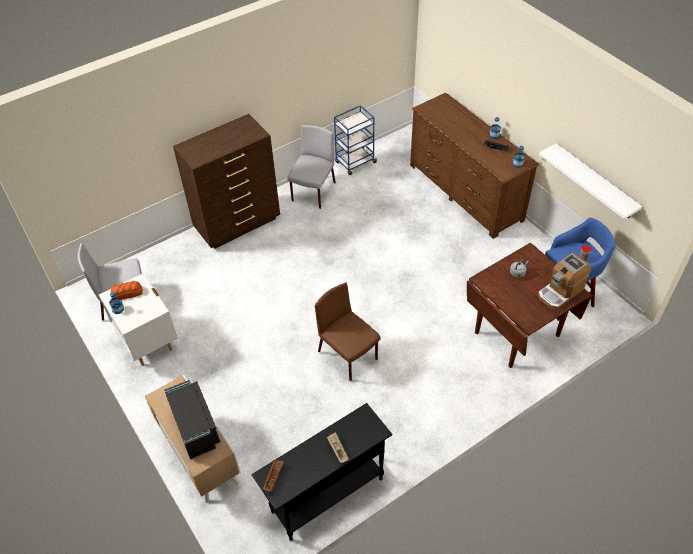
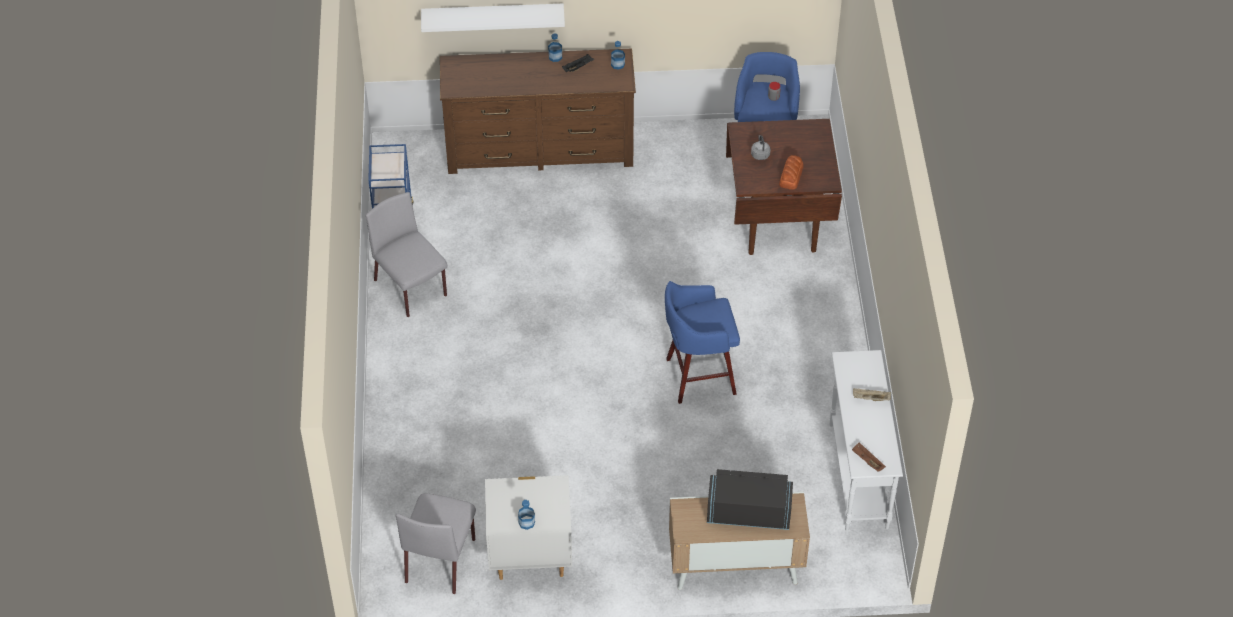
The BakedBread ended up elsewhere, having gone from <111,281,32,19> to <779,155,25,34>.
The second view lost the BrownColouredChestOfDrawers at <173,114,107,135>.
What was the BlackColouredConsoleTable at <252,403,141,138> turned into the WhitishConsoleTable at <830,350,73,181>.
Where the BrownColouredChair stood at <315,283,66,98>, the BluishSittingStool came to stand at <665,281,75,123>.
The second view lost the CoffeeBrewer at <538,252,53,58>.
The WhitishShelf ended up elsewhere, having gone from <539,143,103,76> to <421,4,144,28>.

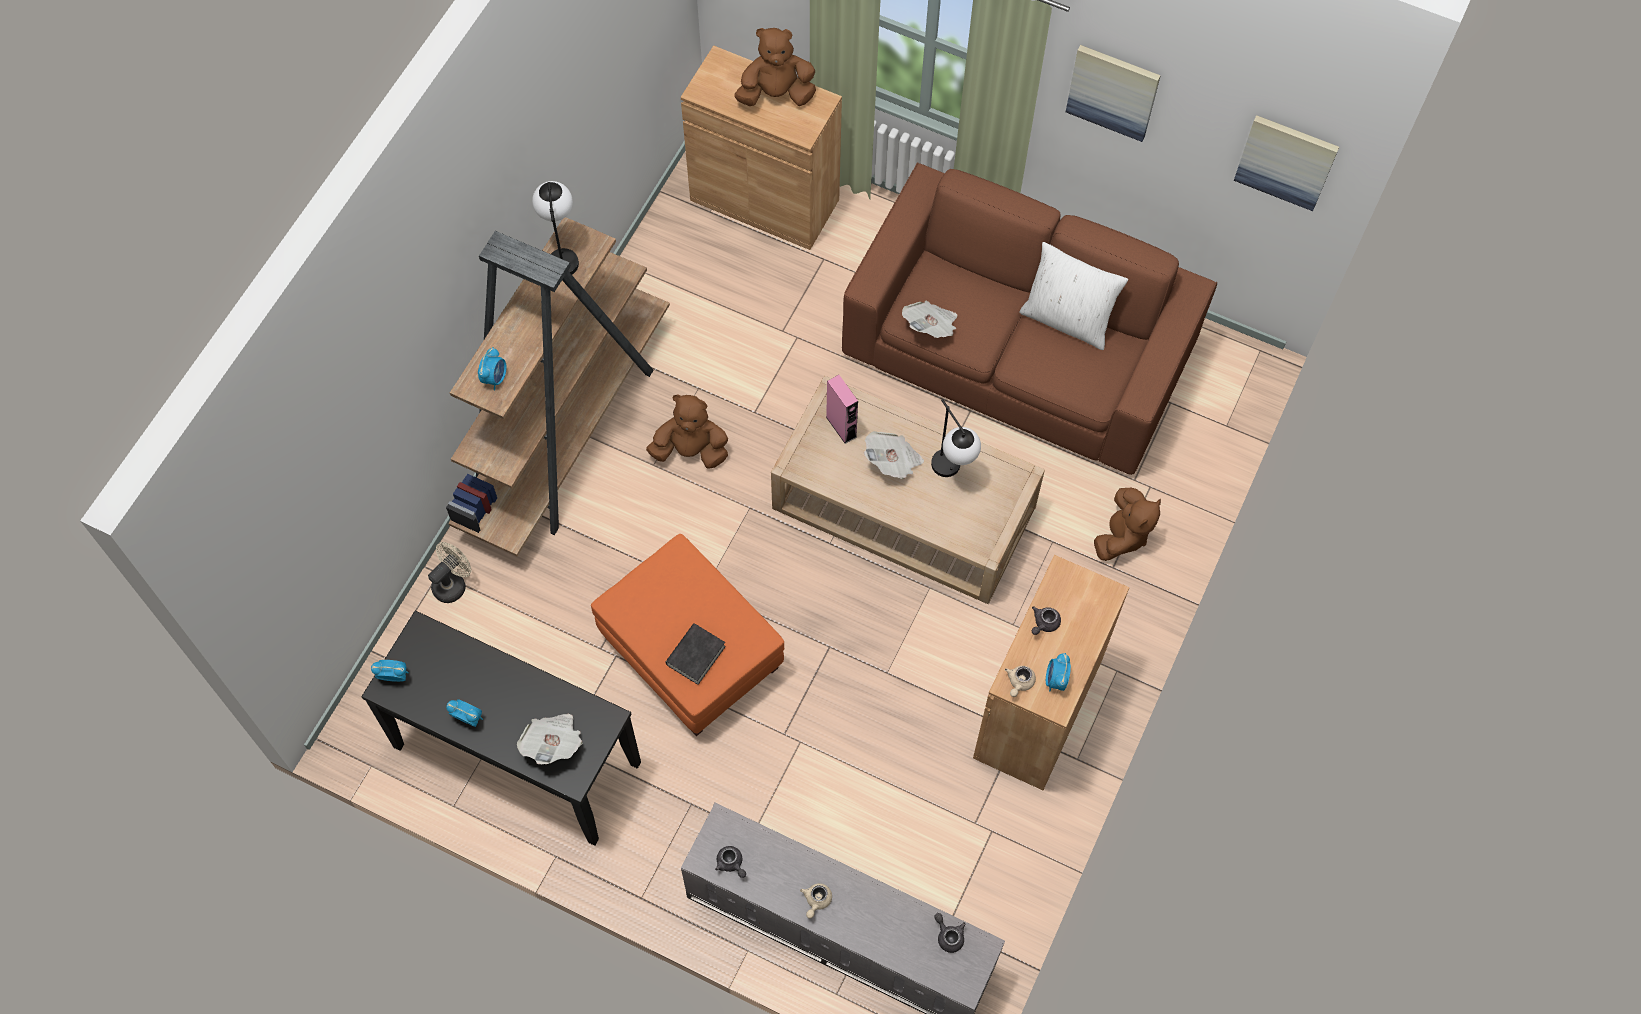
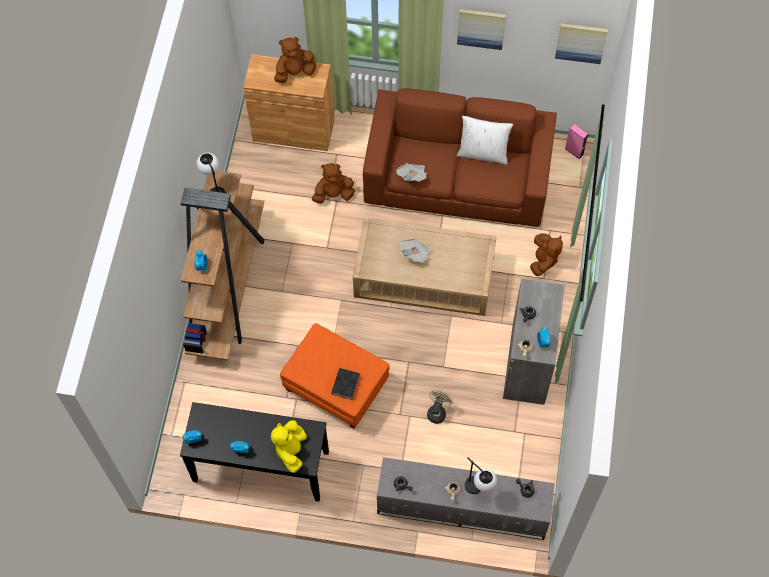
The BeigeColouredCoolingFan ended up elsewhere, having gone from <428,542,43,61> to <427,390,26,34>.
Where the PrintedPaper stood at <517,714,66,50>, the YellowPlushToy came to stand at <271,420,36,53>.
The BrownColouredPlushToy ended up elsewhere, having gone from <646,395,82,74> to <312,163,43,41>.
The PinkAudioSpeaker ended up elsewhere, having gone from <826,375,32,69> to <565,124,23,35>.
The LampForATable ended up elsewhere, having gone from <931,399,50,78> to <465,458,32,36>.
What was the BrownColouredCabinet at <973,555,156,235> turned into the GreyCabinet at <503,279,62,126>.

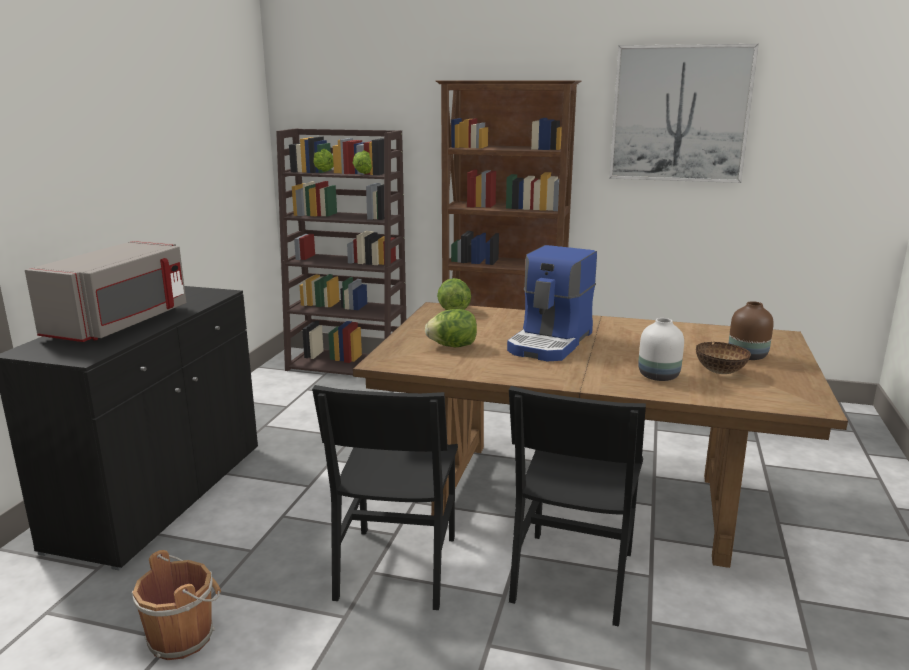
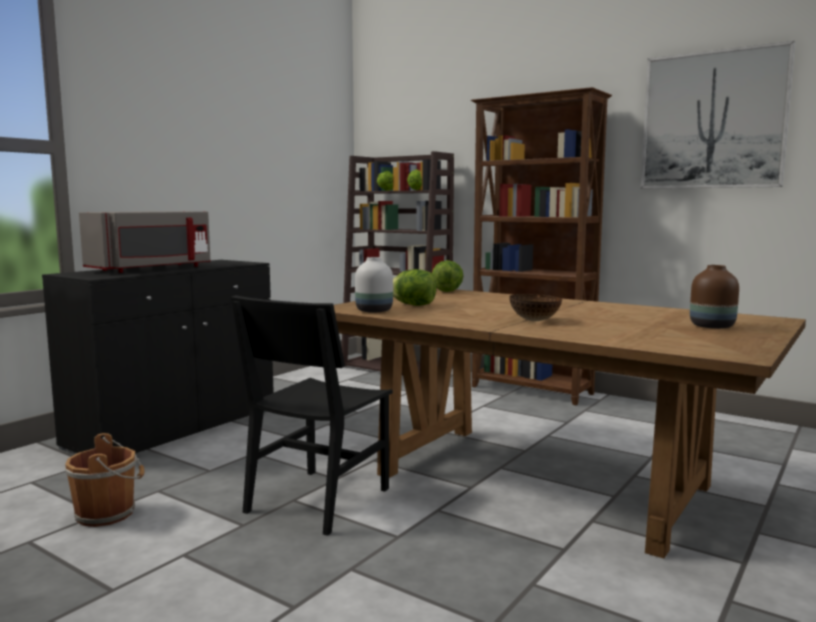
The second view lost the CoffeeBrewer at <507,245,90,116>.
The second view lost the BlackColouredChair at <509,386,137,241>.
The WhitishFlowerVase ended up elsewhere, having gone from <638,318,46,63> to <355,257,38,55>.
The ServingBowl ended up elsewhere, having gone from <696,342,55,32> to <509,294,53,27>.

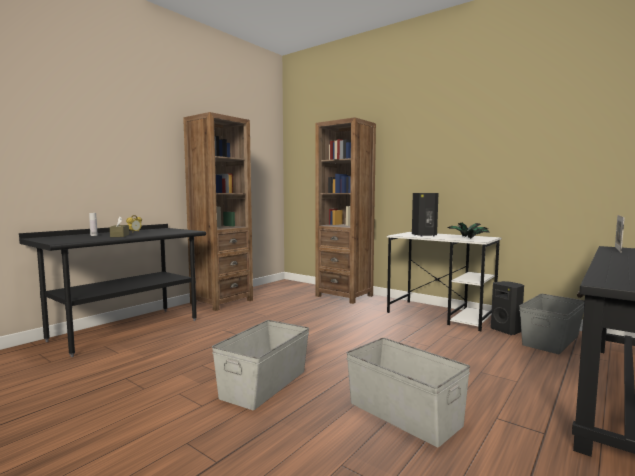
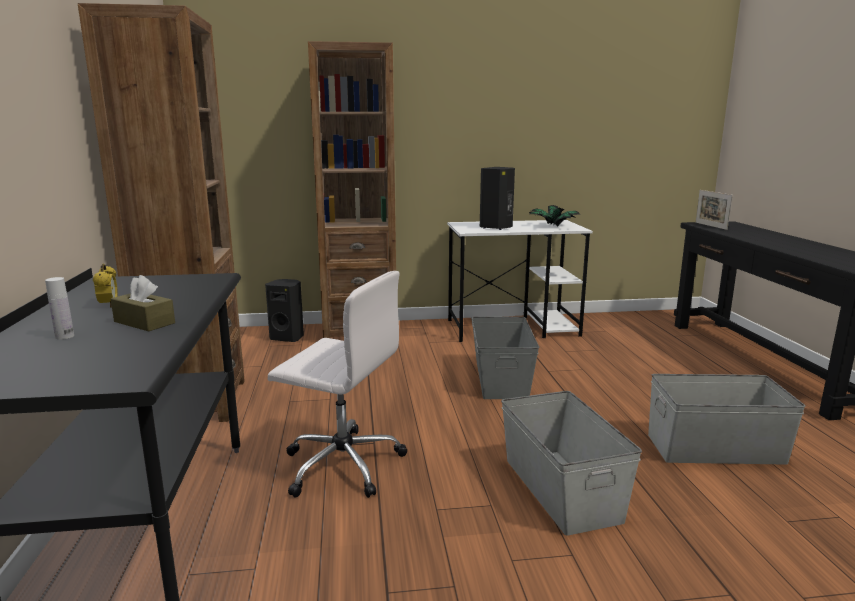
The BlackColouredAudioSpeaker ended up elsewhere, having gone from <491,281,33,54> to <265,279,39,63>.
The GreyStorageContainer ended up elsewhere, having gone from <519,294,66,60> to <471,316,68,83>.
The second view gained the WhitishOfficeChair at <268,271,139,227>.

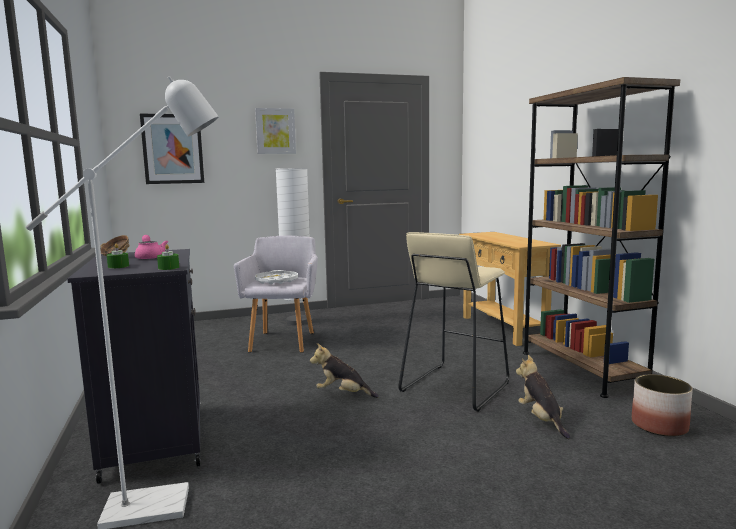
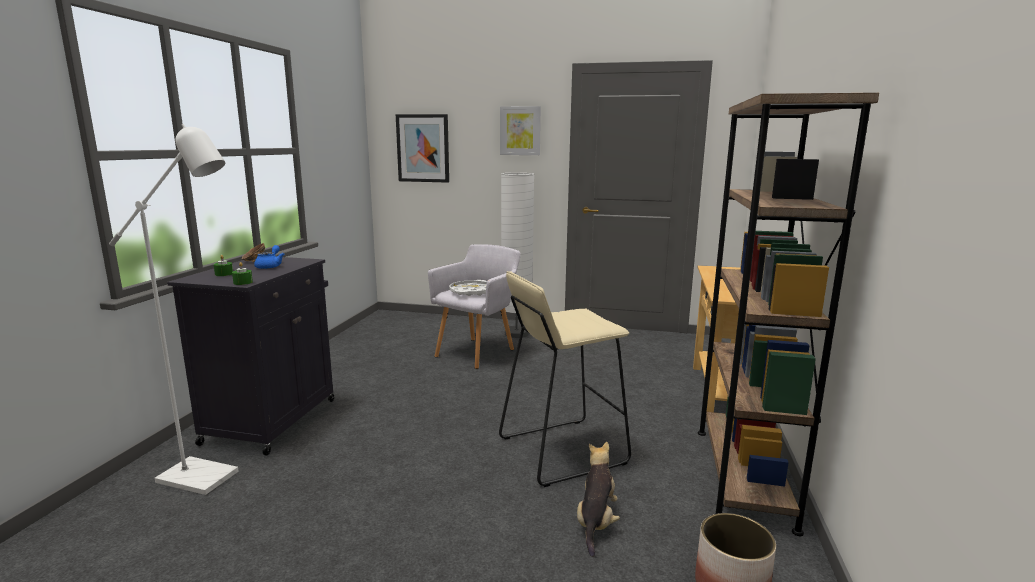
What was the PinkTeaPot at <135,235,33,25> turned into the BluishTeaPot at <254,245,30,24>.
The second view lost the PlushToy at <310,343,69,55>.

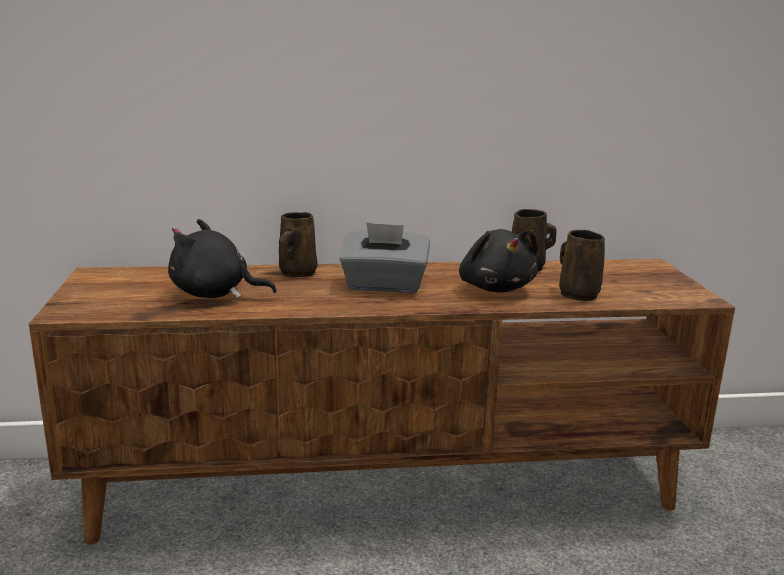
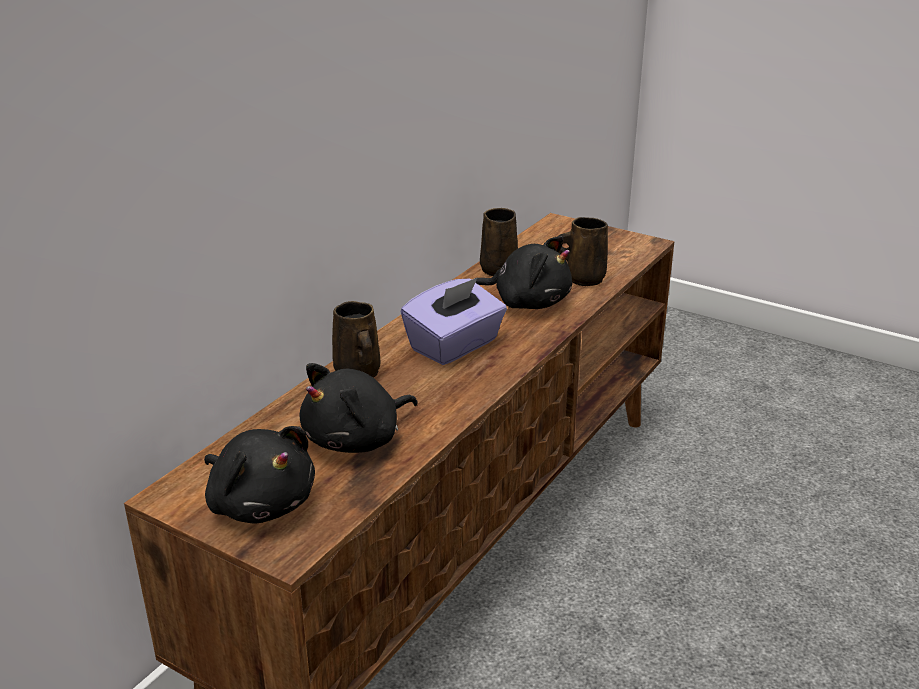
What was the GreyTissueBox at <340,222,90,71> turned into the PurpleTissueBox at <400,277,107,88>.
The second view gained the BlackColouredPlushToy at <204,426,111,98>.

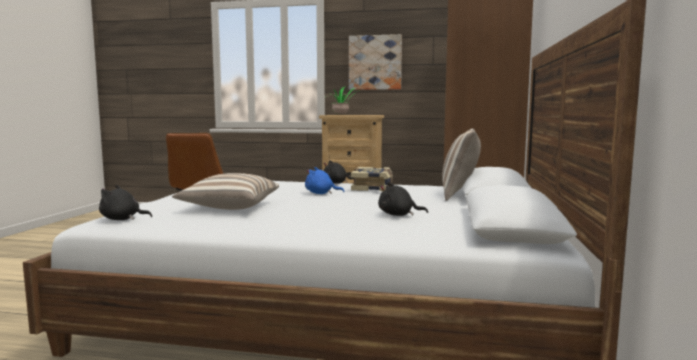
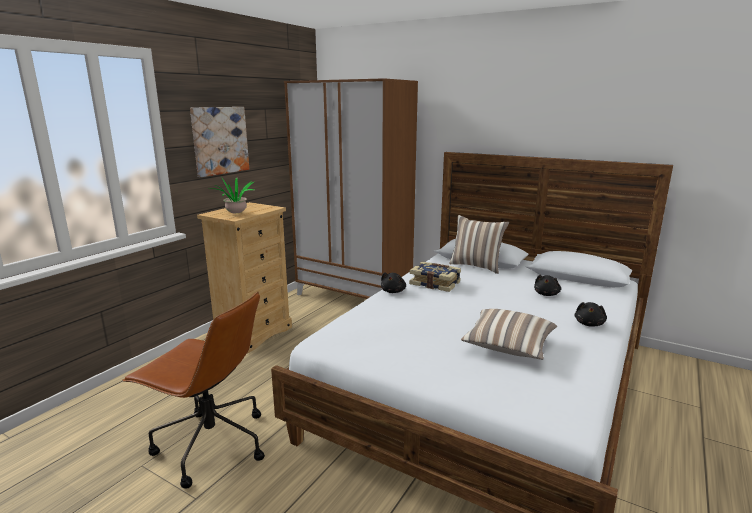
The BlackColouredPlushToy ended up elsewhere, having gone from <99,185,53,35> to <574,302,33,25>.
The second view lost the BluishPlushToy at <305,167,40,27>.

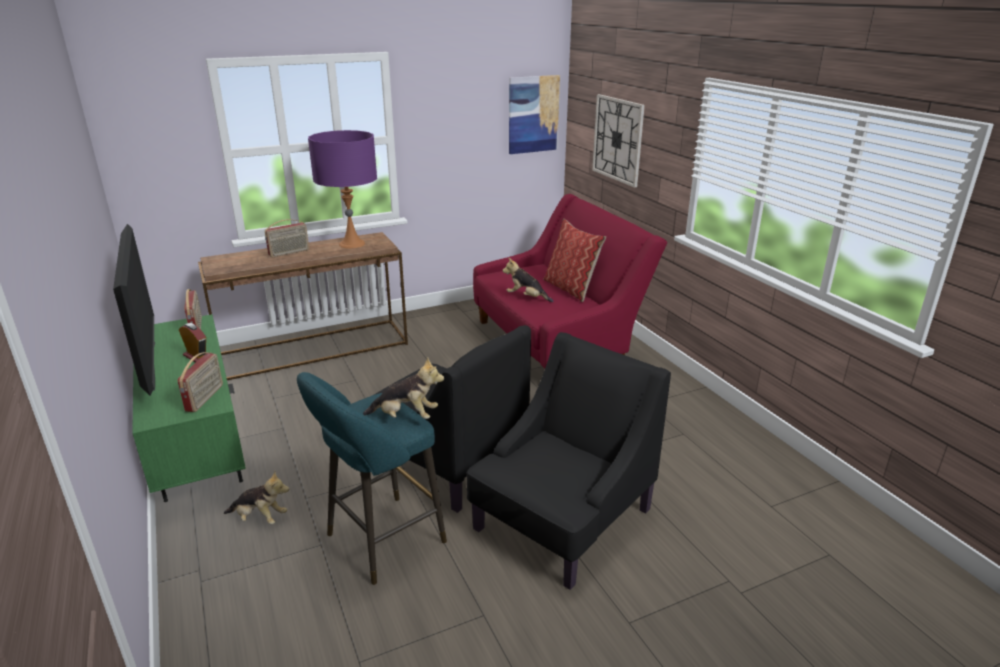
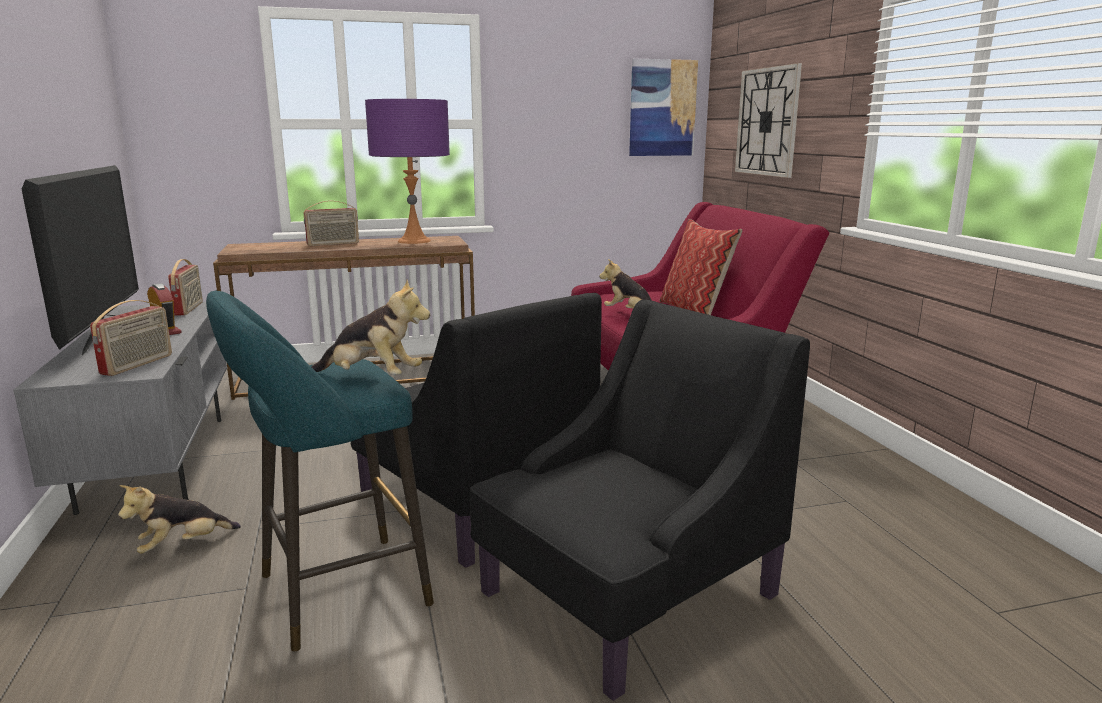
What was the GreenishMediaConsole at <132,314,114,188> turned into the GreyMediaConsole at <13,302,214,213>.
The PlushToy at <224,472,65,52> ended up facing another way, 120 degrees clockwise from before.

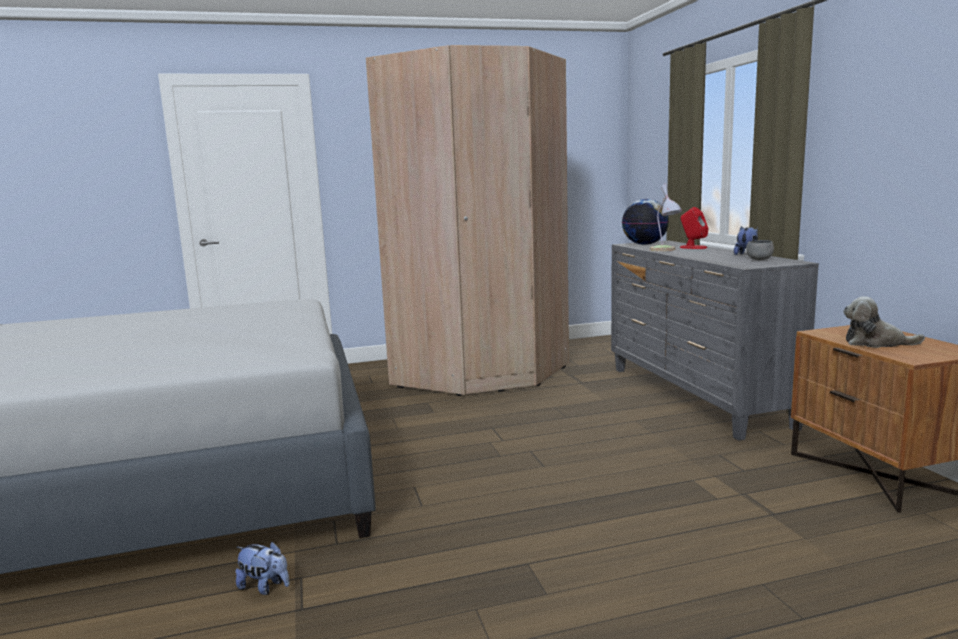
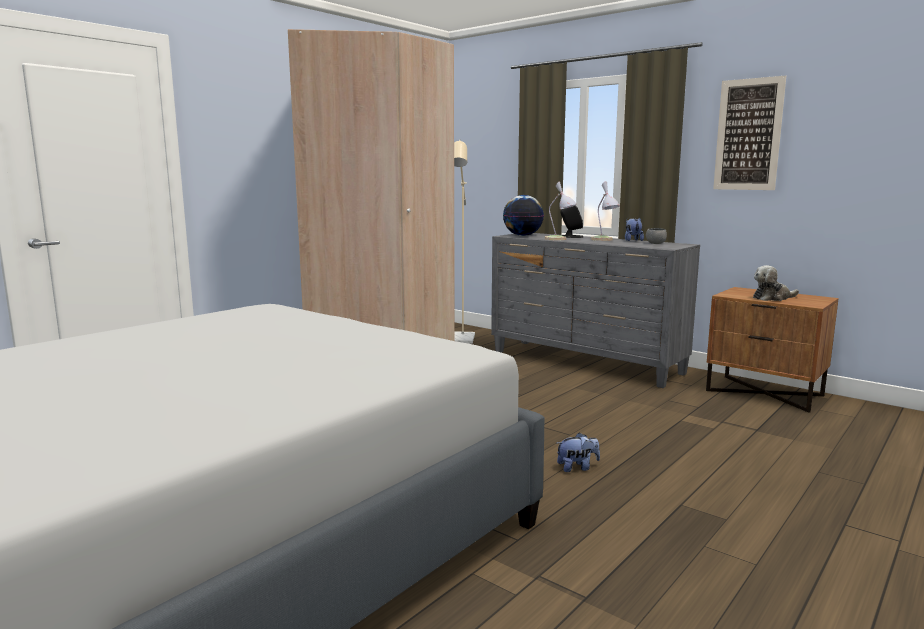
The PlushToy ended up elsewhere, having gone from <235,541,54,54> to <557,433,43,39>.
What was the RedColouredAudioSpeaker at <680,207,28,42> turned into the BlackColouredAudioSpeaker at <560,205,23,33>.
The second view gained the BeigeColouredStandingLamp at <454,140,21,204>.
The second view gained the LampForATable at <590,182,30,59>.
The second view gained the WallArt at <713,76,73,114>.

